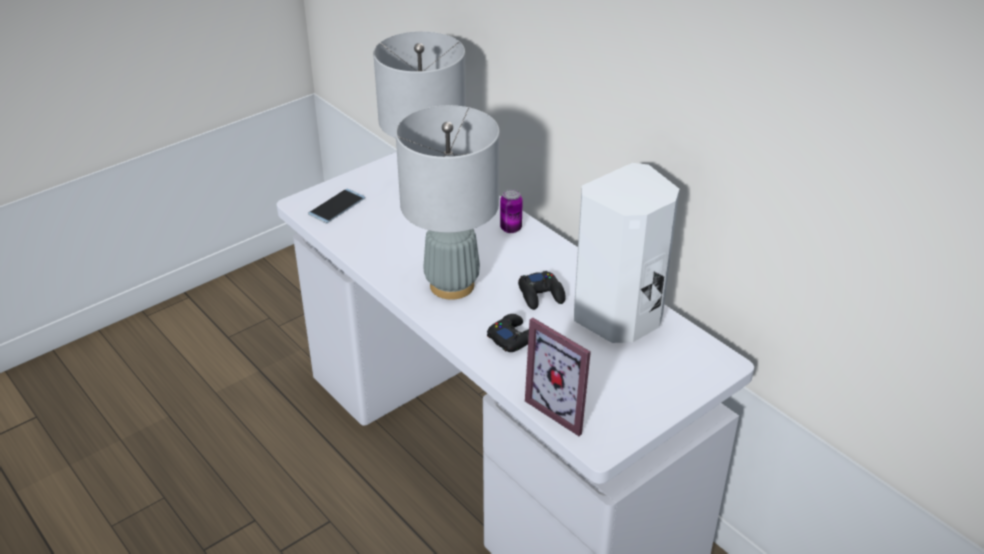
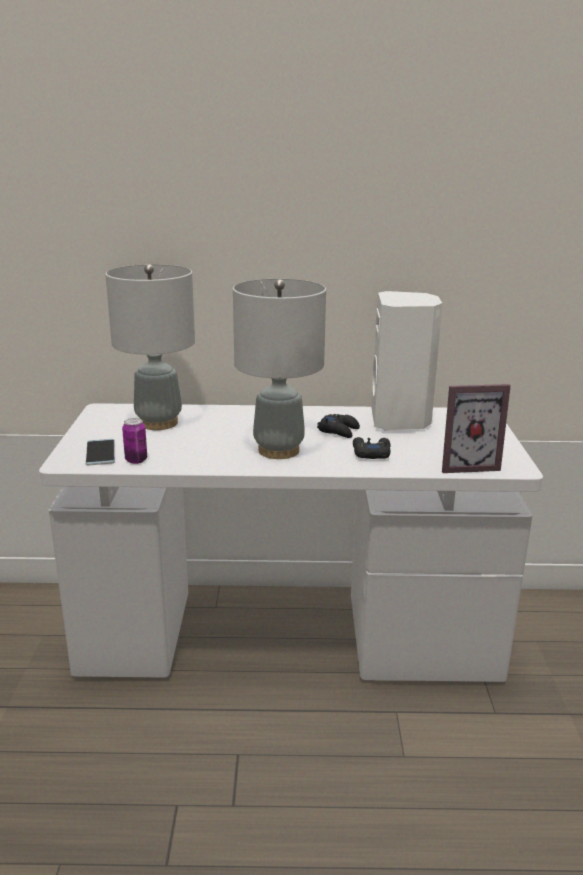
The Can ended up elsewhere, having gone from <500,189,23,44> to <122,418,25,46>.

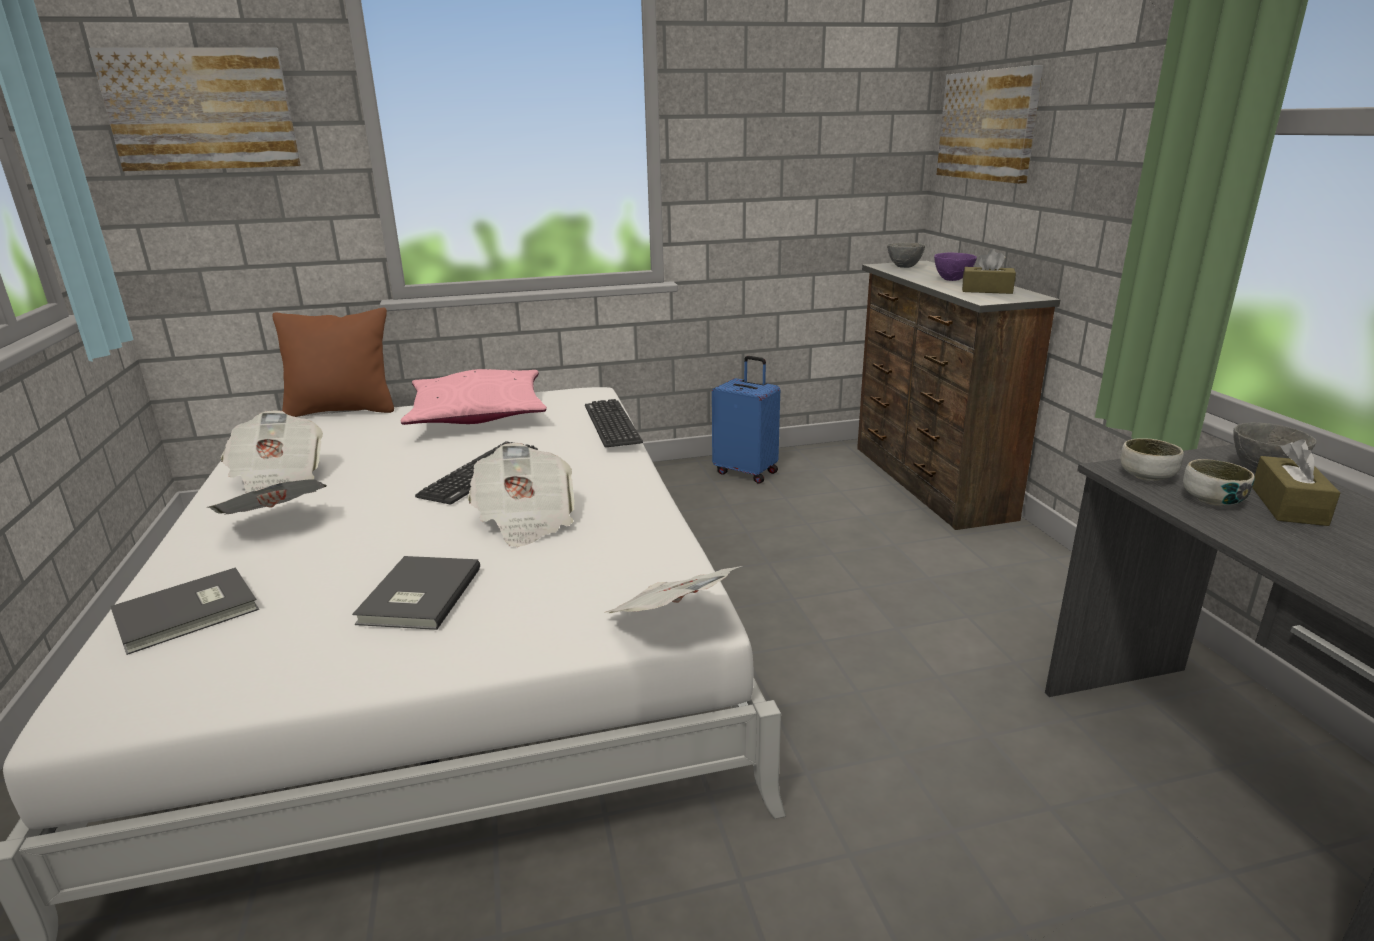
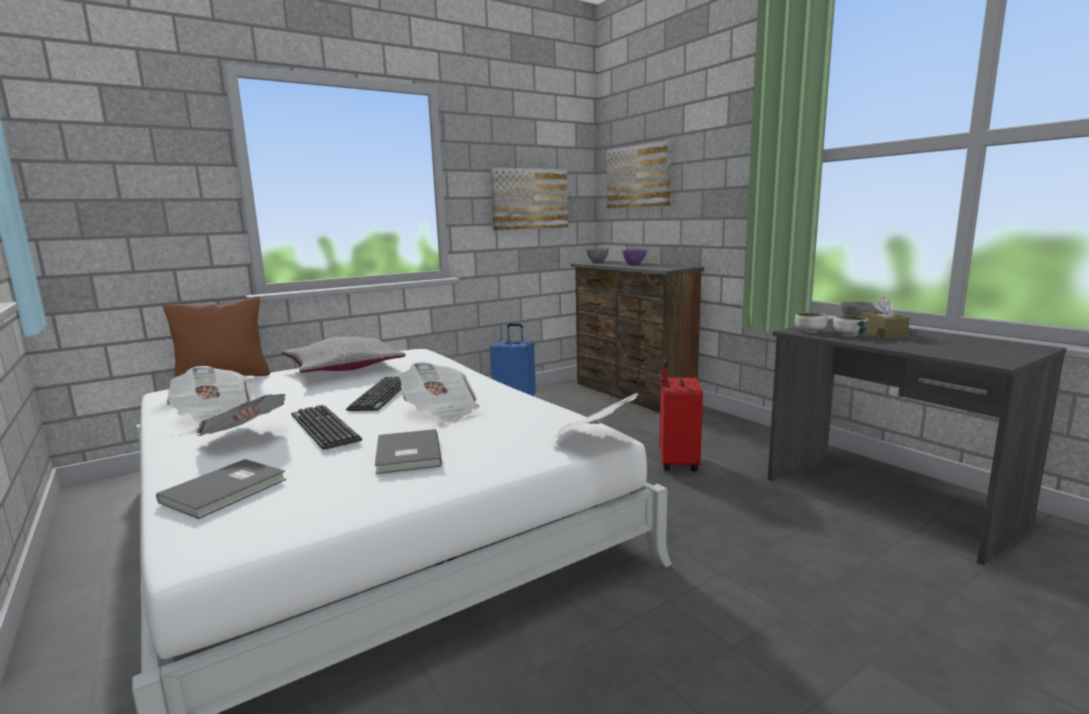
The WallArt ended up elsewhere, having gone from <89,47,212,124> to <490,168,78,62>.
What was the PinkPillow at <401,369,146,56> turned into the GreyPillow at <281,337,125,36>.
The PcKeyboard ended up elsewhere, having gone from <585,399,58,48> to <291,405,71,45>.
The second view lost the BrownColouredTissueBox at <962,249,54,45>.
The second view gained the RedColouredSuitcase at <659,358,44,113>.

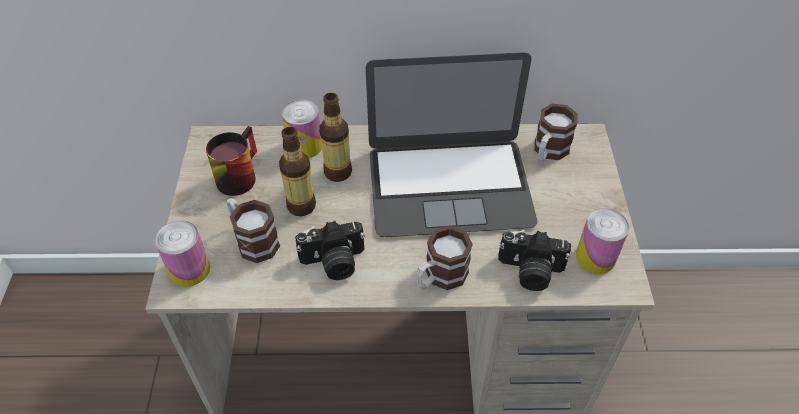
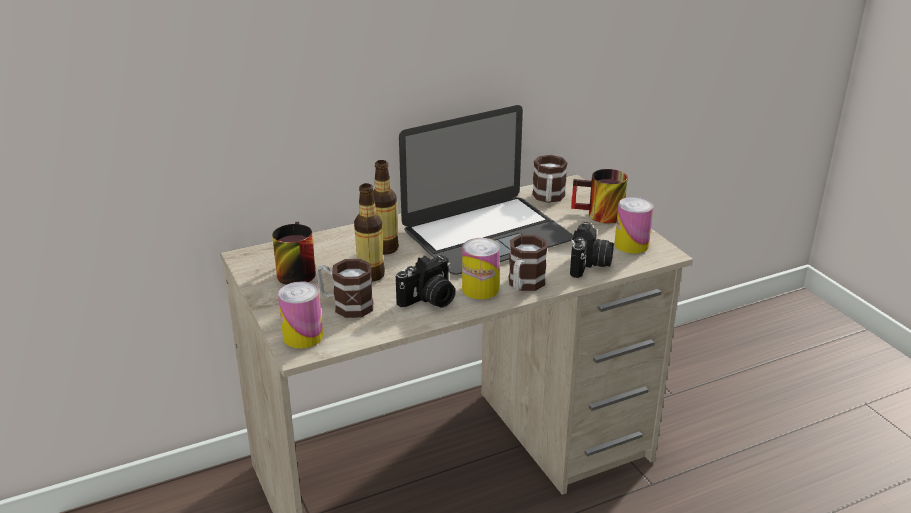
The Can ended up elsewhere, having gone from <282,99,40,59> to <462,238,38,62>.
The StillCamera at <498,230,73,61> ended up facing another way, 60 degrees counterclockwise from before.
The second view gained the Mug at <571,169,57,54>.

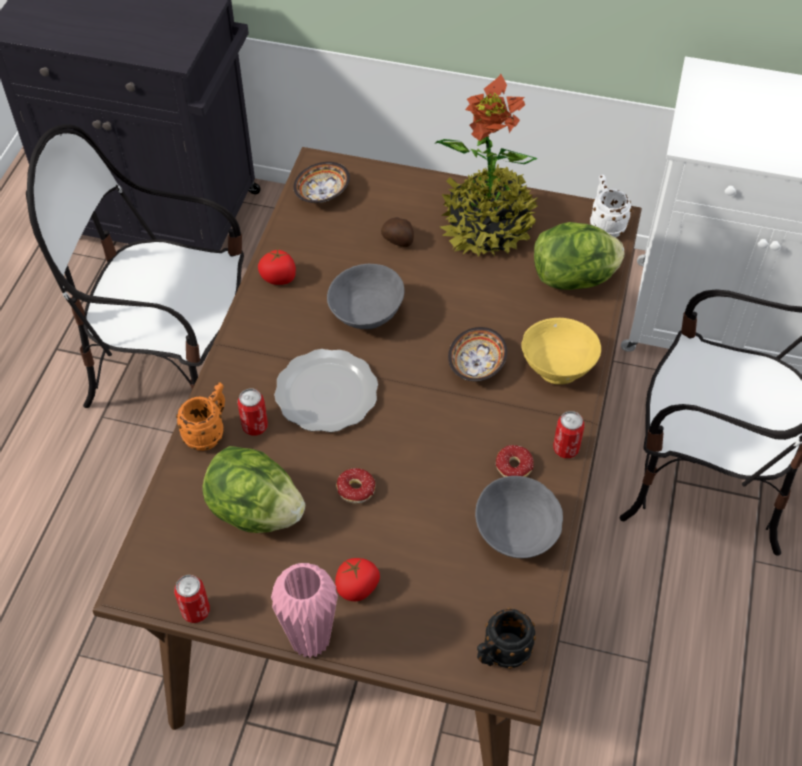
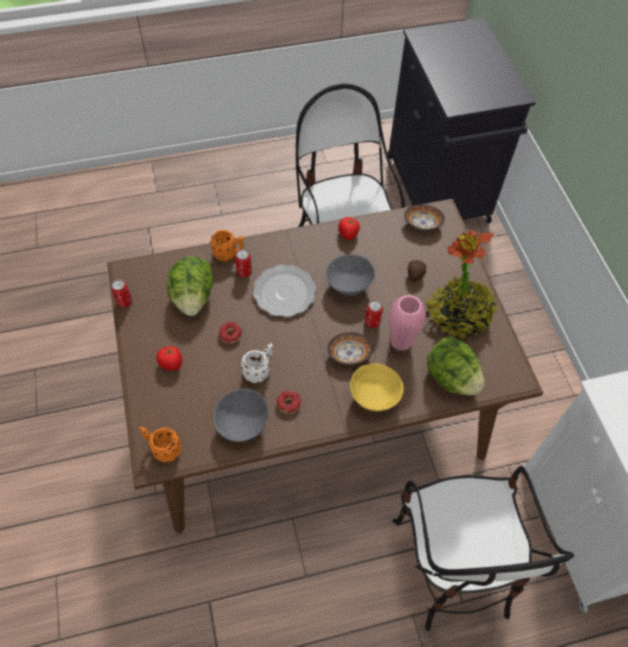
The PinkFlowerVase ended up elsewhere, having gone from <271,563,67,95> to <389,295,37,56>.
What was the BlackColouredMug at <477,608,59,61> turned into the OrangeyMug at <139,427,42,36>.
The Can ended up elsewhere, having gone from <553,411,32,47> to <365,300,18,28>.
The WhitishMug ended up elsewhere, having gone from <590,175,42,62> to <241,343,32,40>.

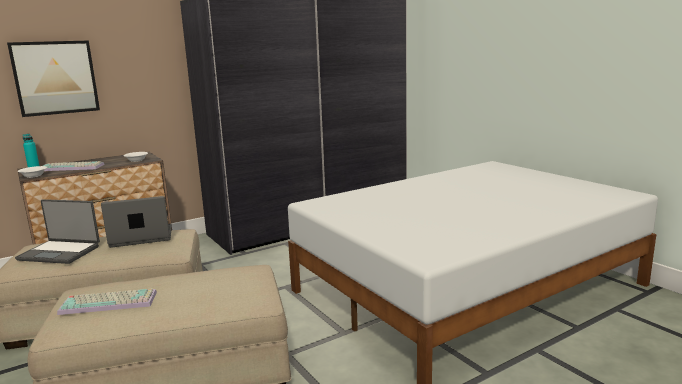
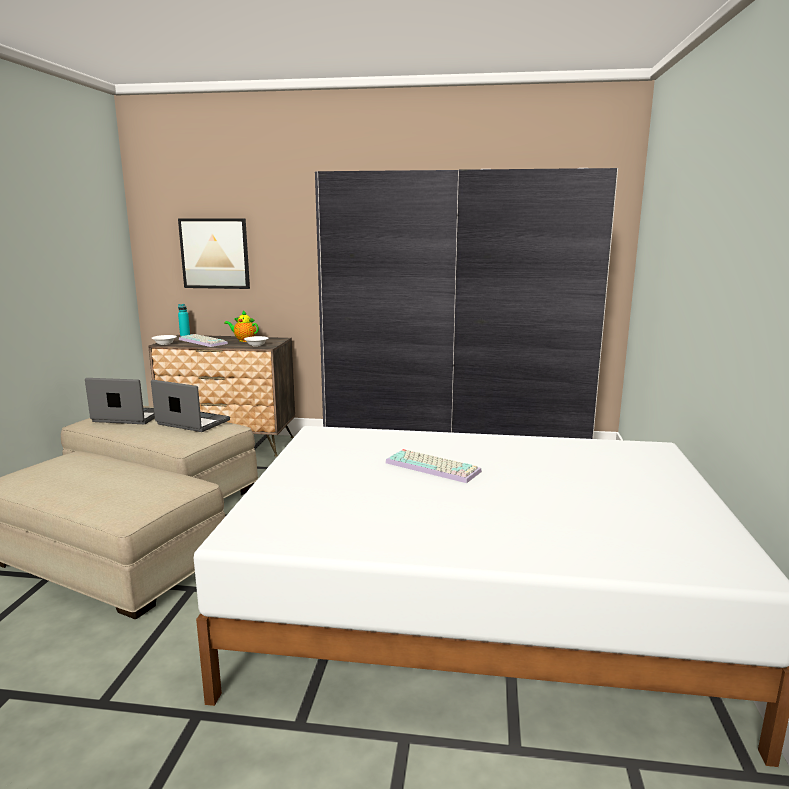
The PortableComputer at <15,199,85,65> ended up facing another way, 135 degrees clockwise from before.
The PcKeyboard ended up elsewhere, having gone from <57,289,100,26> to <385,449,97,34>.
The second view gained the TeaPot at <224,310,35,32>.

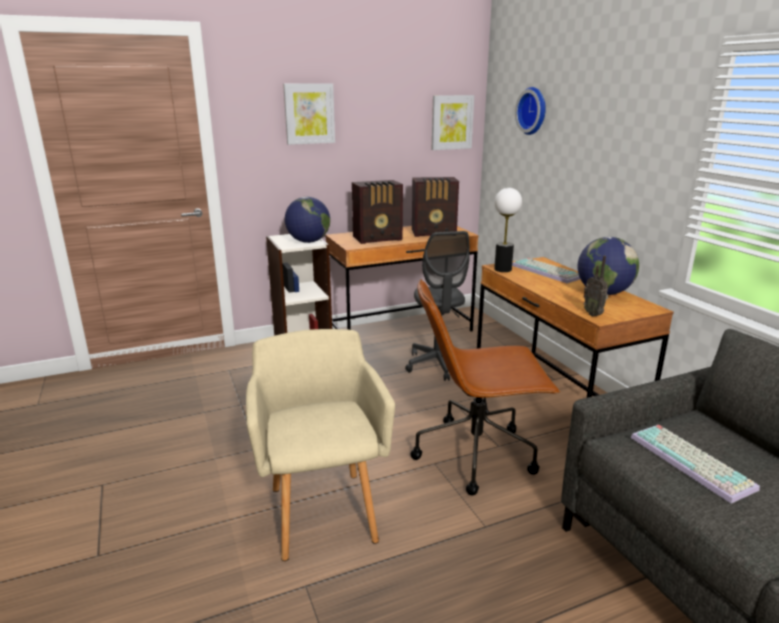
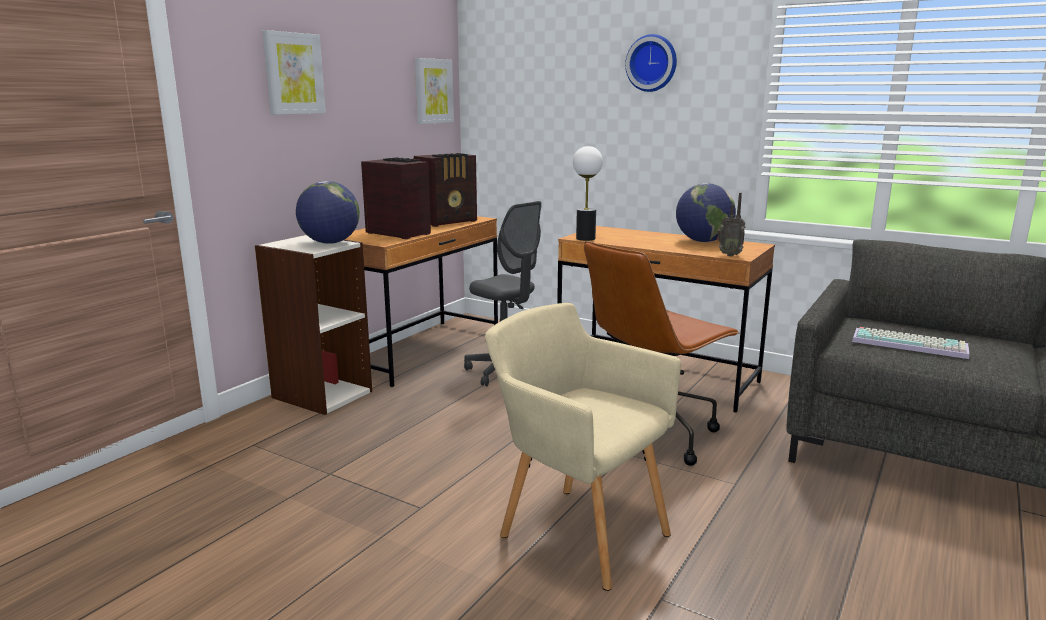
The RadioReceiver at <352,180,51,64> ended up facing another way, 90 degrees counterclockwise from before.
The second view lost the PcKeyboard at <512,258,68,25>.
The WallClock ended up elsewhere, having gone from <515,87,31,48> to <625,34,52,58>.

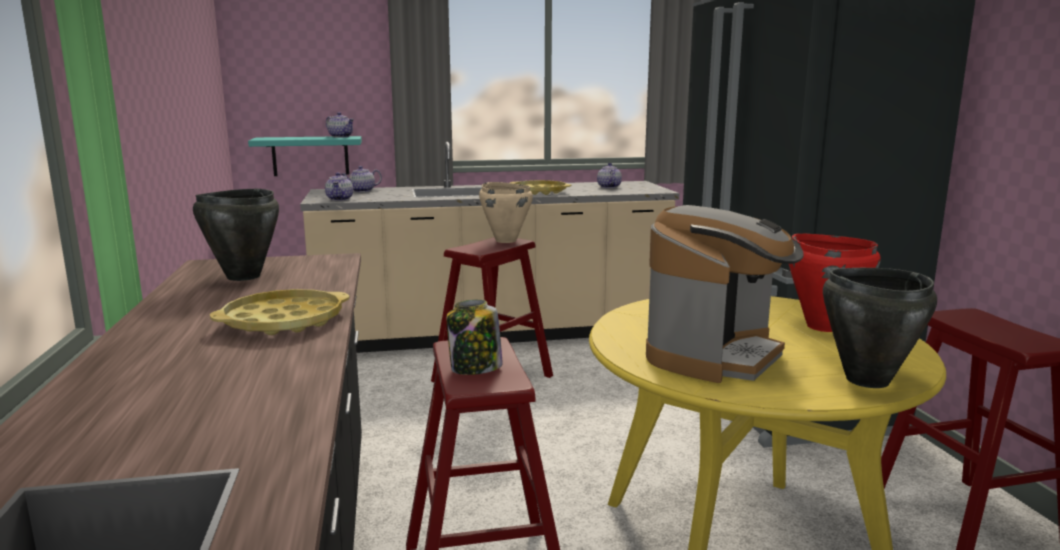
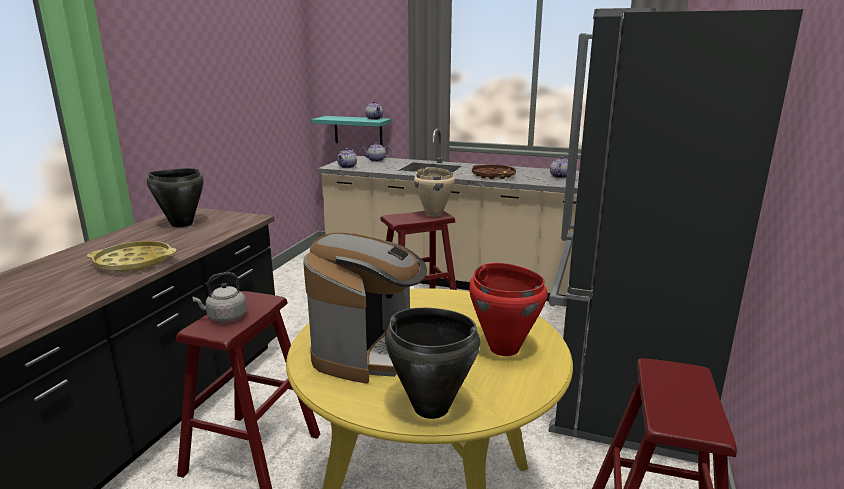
Where the PreserveJar stood at <447,299,56,76>, the GreyTeaKettle came to stand at <192,272,55,50>.
What was the YellowServingTray at <510,180,61,15> turned into the BrownColouredServingTray at <472,165,44,14>.
The CoffeeBrewer at <646,205,158,178> ended up facing another way, 45 degrees counterclockwise from before.

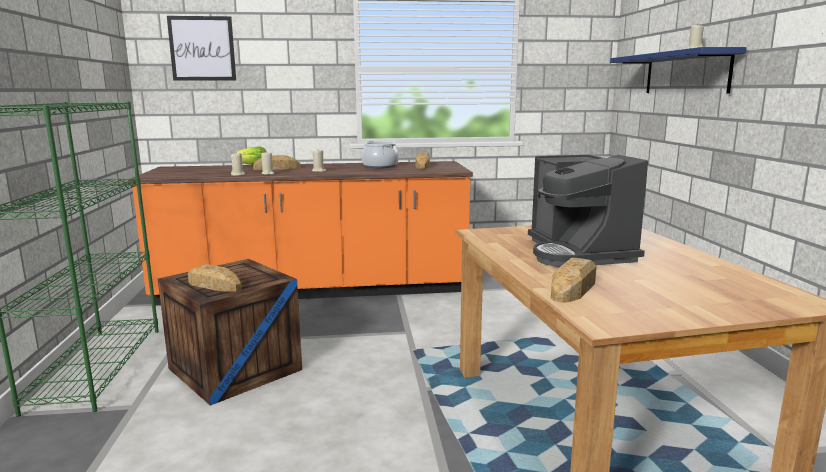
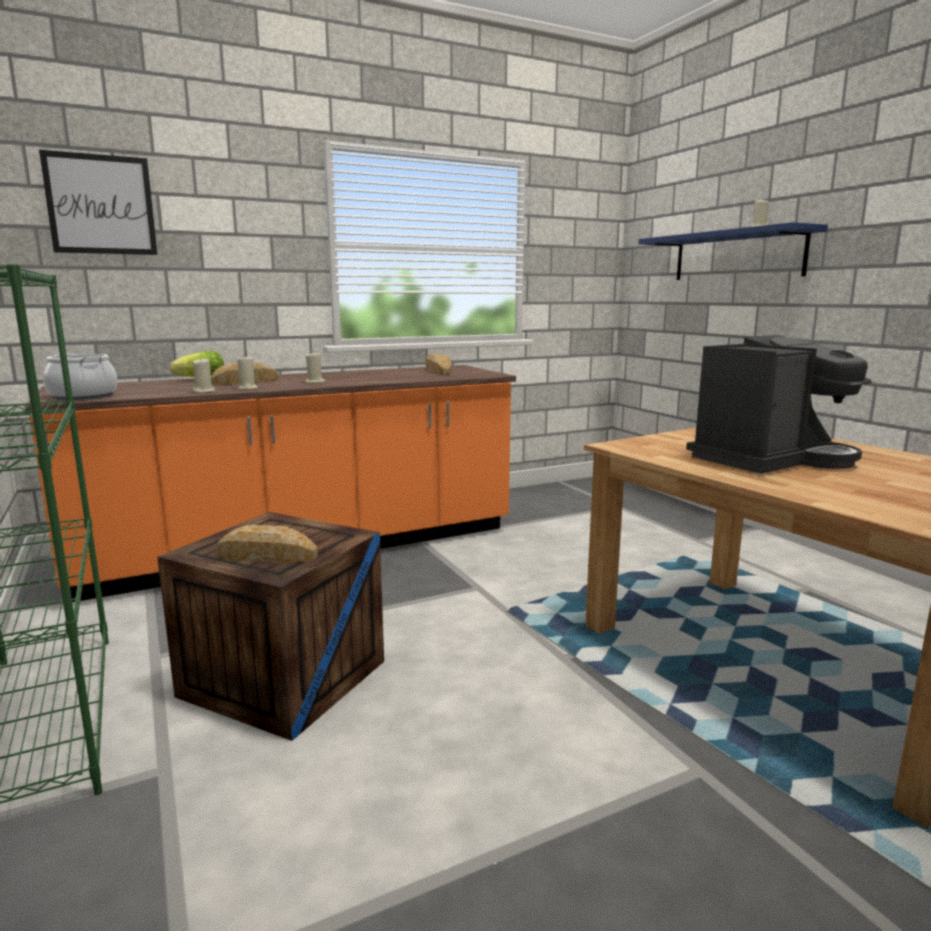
The Saucepot ended up elsewhere, having gone from <362,141,37,27> to <43,353,74,47>.
The CoffeeBrewer at <528,155,120,112> ended up facing another way, 90 degrees counterclockwise from before.
The second view lost the BakedBread at <551,258,45,45>.

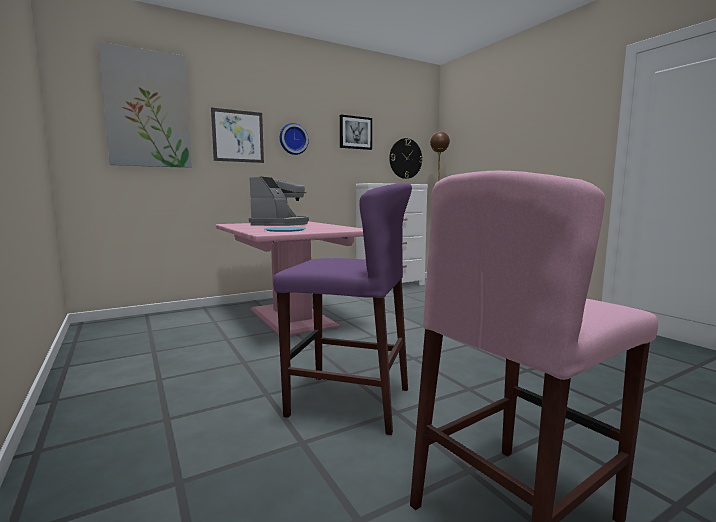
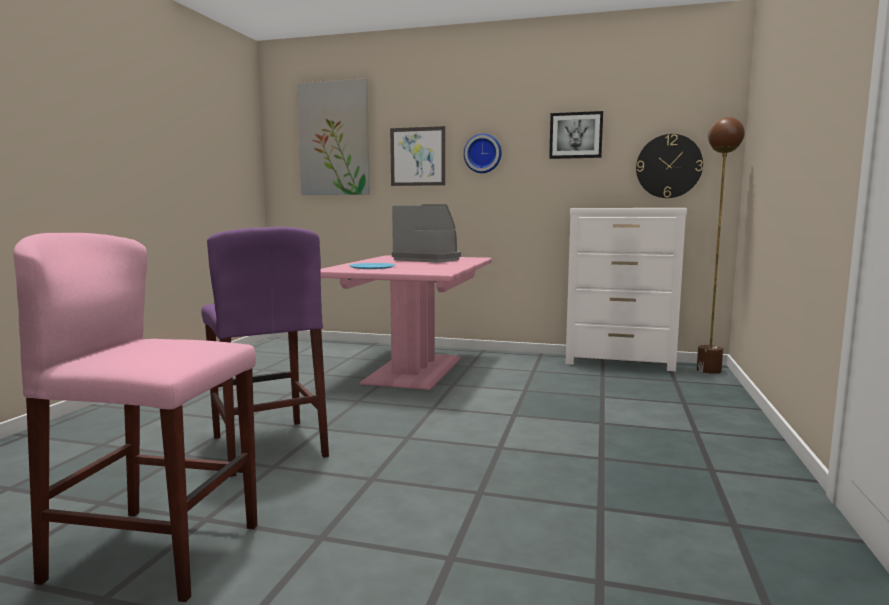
The CoffeeBrewer at <249,177,60,49> ended up facing another way, 120 degrees counterclockwise from before.

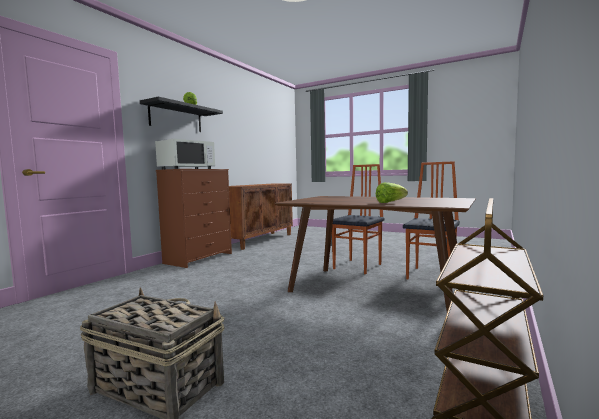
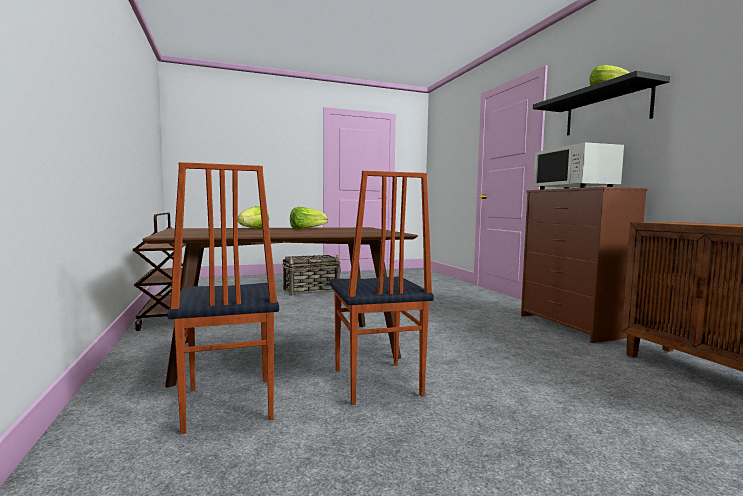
The second view gained the HeadOfLettuce at <290,207,38,23>.

